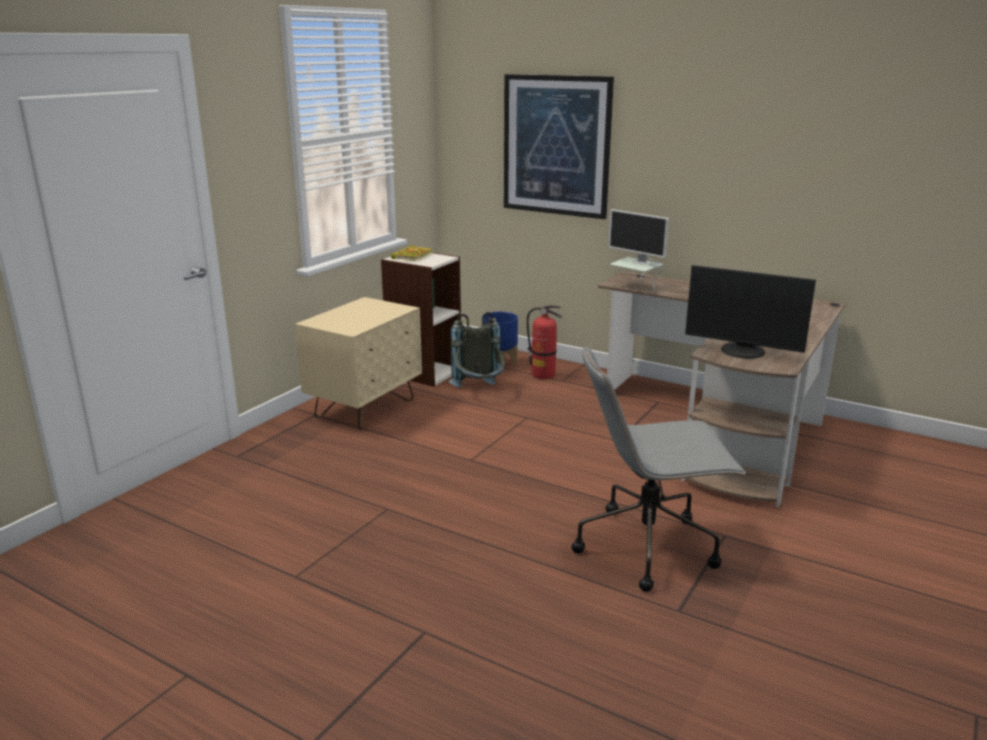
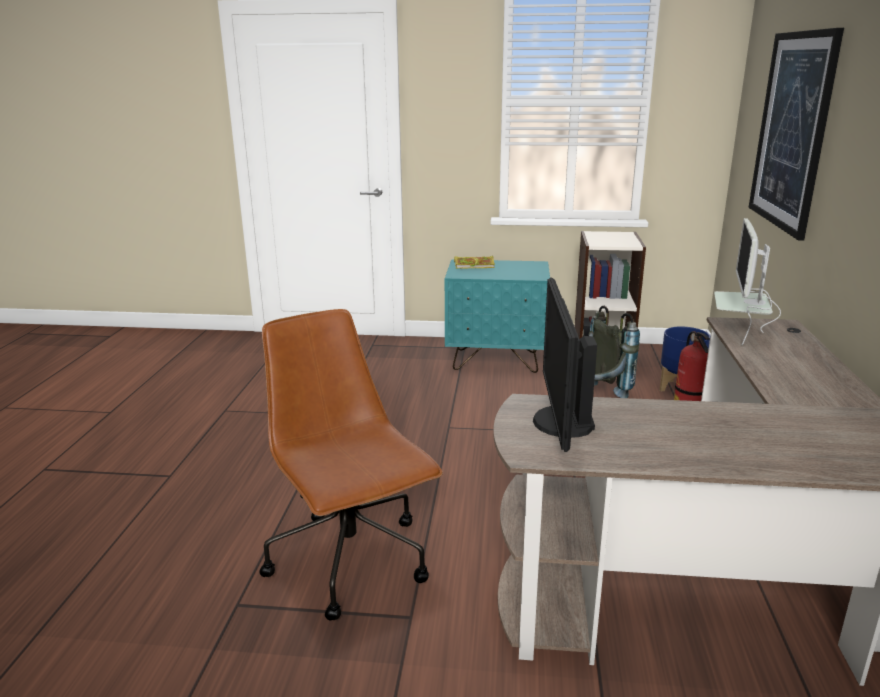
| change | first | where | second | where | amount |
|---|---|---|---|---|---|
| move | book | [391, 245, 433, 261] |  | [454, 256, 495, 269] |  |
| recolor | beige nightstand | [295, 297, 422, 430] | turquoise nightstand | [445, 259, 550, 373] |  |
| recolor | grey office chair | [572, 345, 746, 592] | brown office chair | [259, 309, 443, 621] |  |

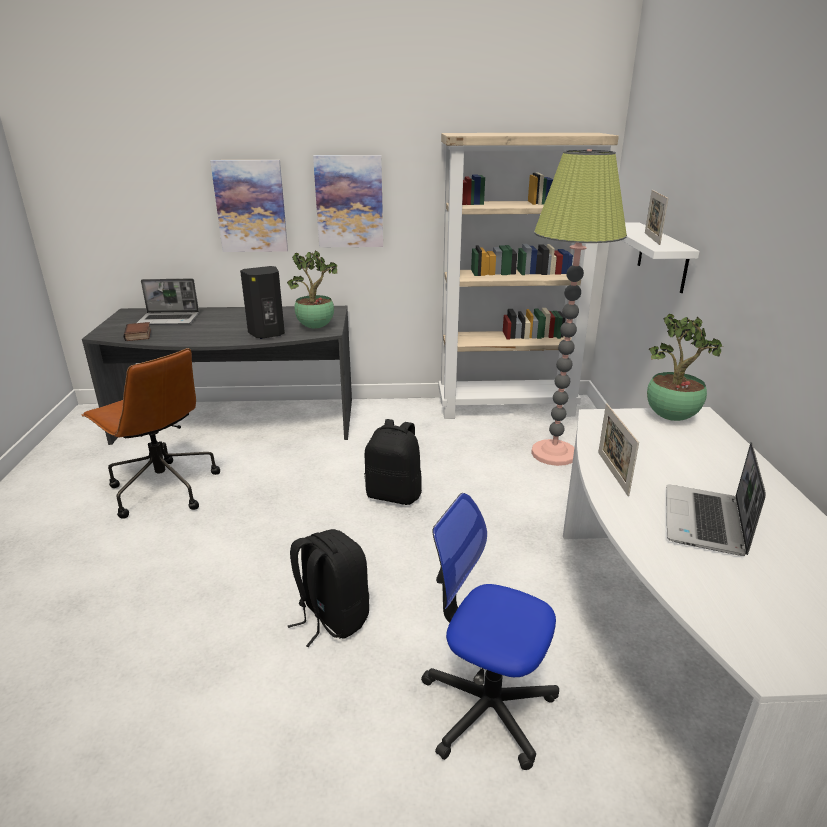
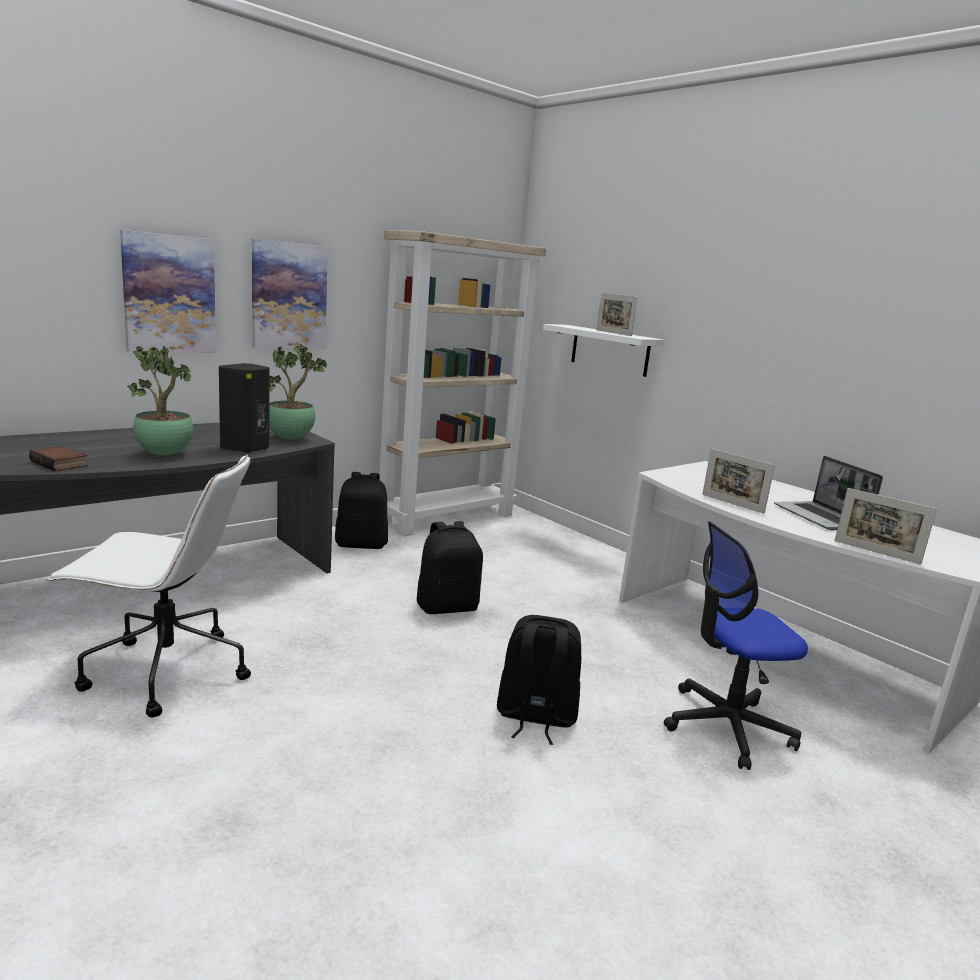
| change | first | where | second | where | amount |
|---|---|---|---|---|---|
| delete | laptop | [137, 278, 199, 325] |  |  |  |
| delete | floor lamp | [531, 149, 627, 466] |  |  |  |
| insert |  |  | black backpack | [335, 472, 388, 549] |  |
| insert |  |  | picture frame | [835, 488, 937, 565] |  |
| move | potted plant | [647, 314, 723, 421] |  | [127, 346, 193, 455] |  |
| recolor | brown office chair | [82, 348, 220, 519] | white office chair | [47, 454, 251, 717] |  |

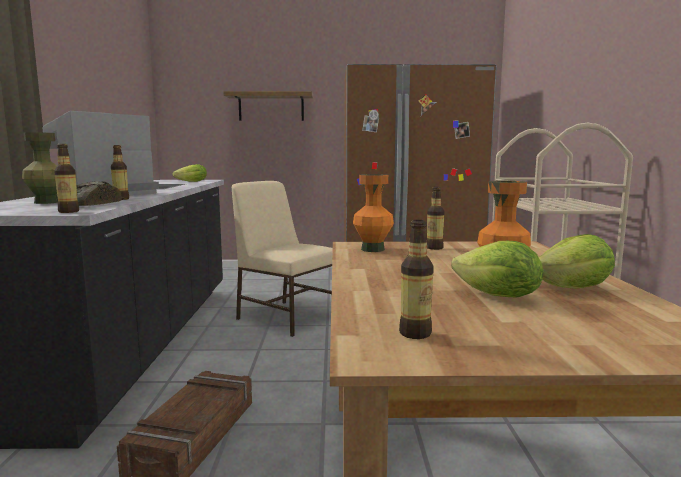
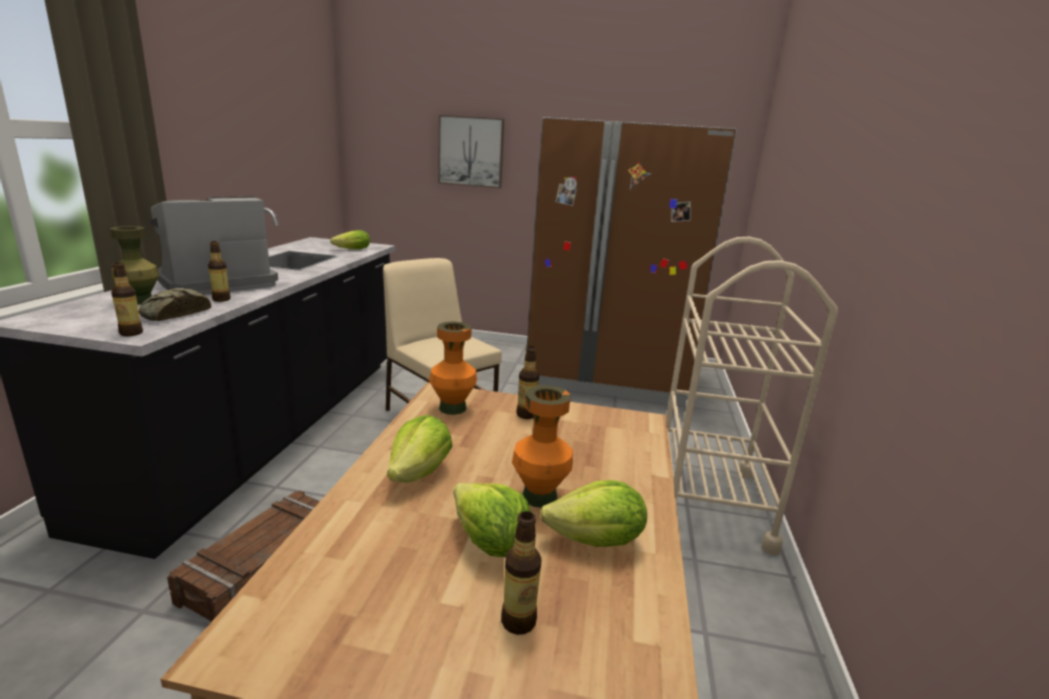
| change | first | where | second | where | amount |
|---|---|---|---|---|---|
| insert |  |  | lettuce | [387, 415, 453, 483] |  |
| move | bottle | [399, 220, 434, 339] |  | [501, 511, 542, 635] |  |
| replace | shelf | [223, 91, 313, 121] | picture | [438, 115, 504, 188] |  |

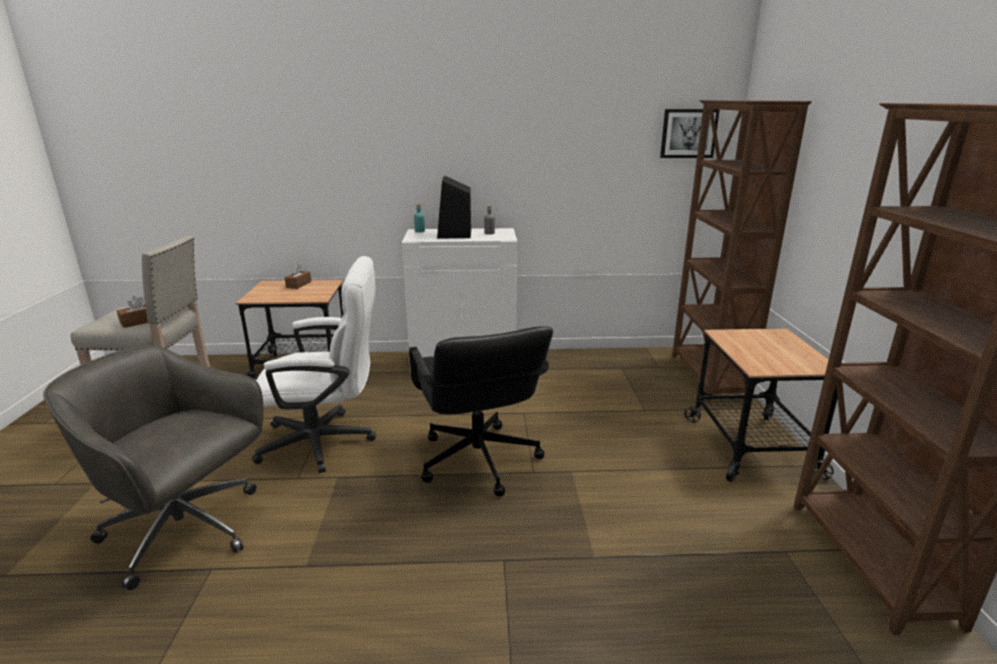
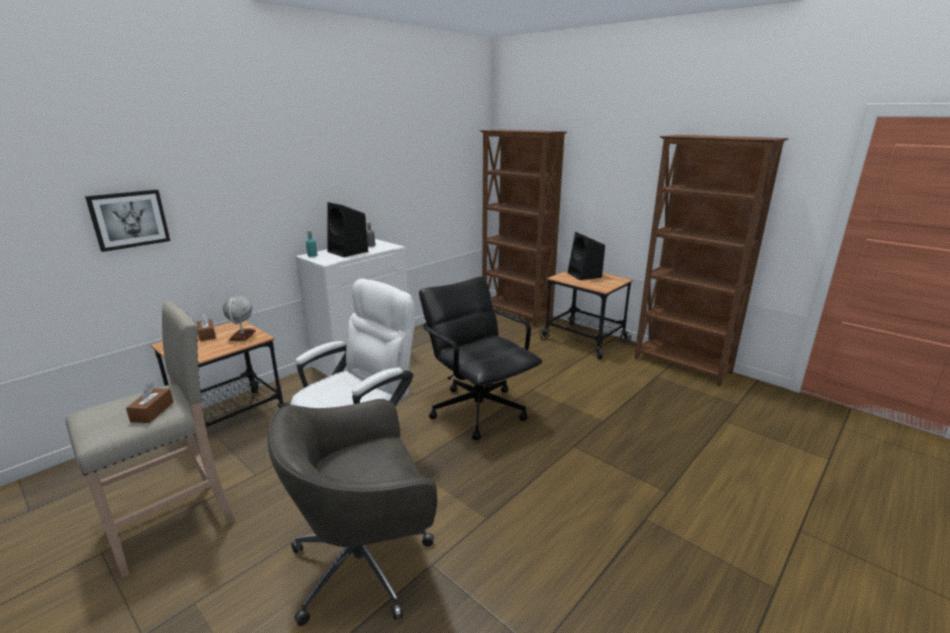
| change | first | where | second | where | amount |
|---|---|---|---|---|---|
| insert |  |  | globe | [223, 296, 256, 341] |  |
| insert |  |  | black speaker | [568, 232, 605, 280] |  |
| move | picture | [660, 109, 720, 158] |  | [85, 190, 170, 252] |  |
| rotate | black office chair | [409, 326, 553, 497] |  | [419, 276, 542, 440] | 150 degrees counterclockwise |

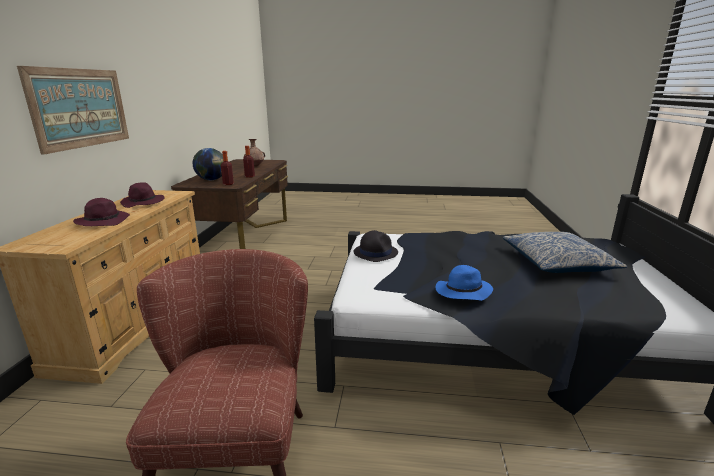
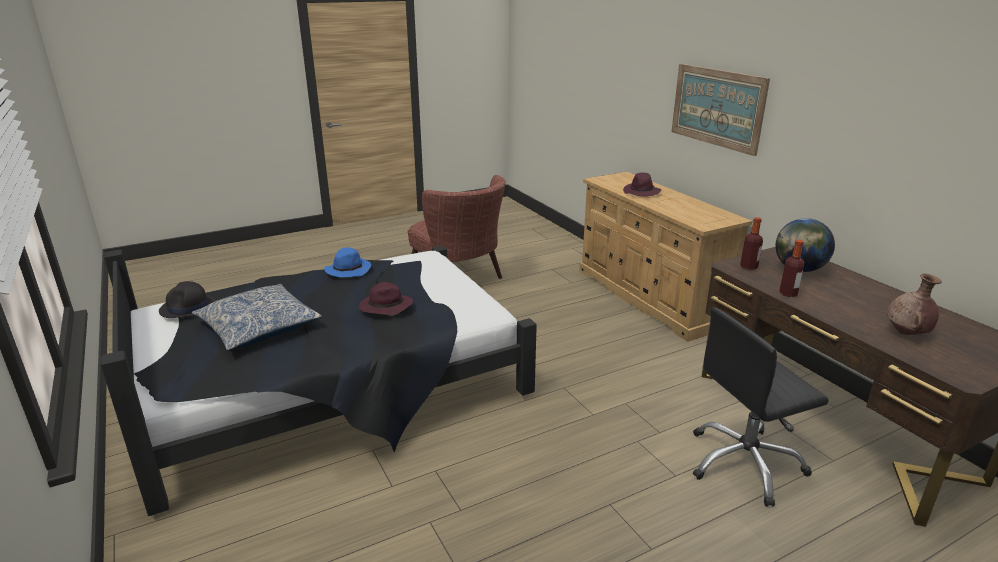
| change | first | where | second | where | amount |
|---|---|---|---|---|---|
| insert |  |  | black office chair | [693, 307, 829, 507] |  |
| move | purple hat | [120, 182, 165, 208] |  | [359, 282, 413, 316] |  |
| move | black hat | [354, 230, 398, 262] |  | [159, 281, 216, 318] |  |

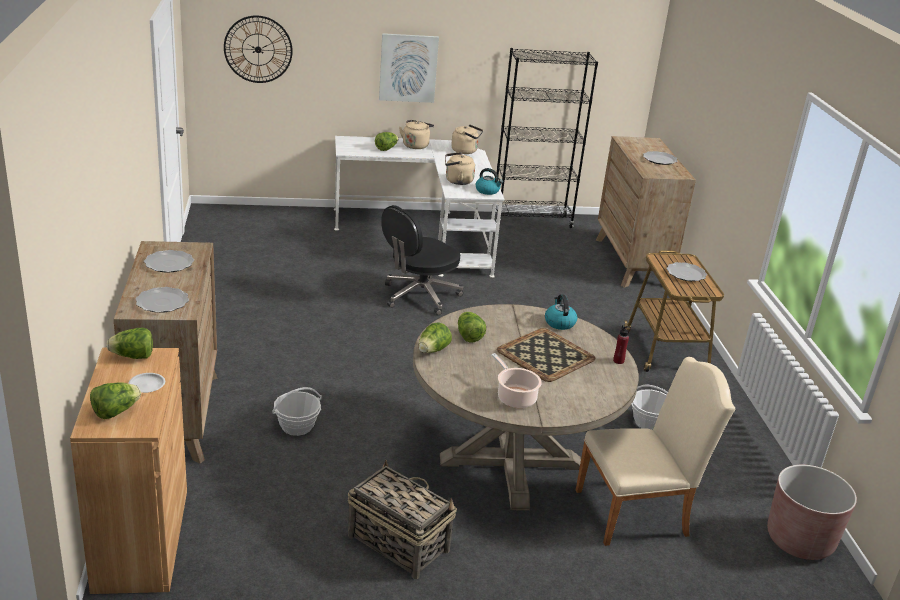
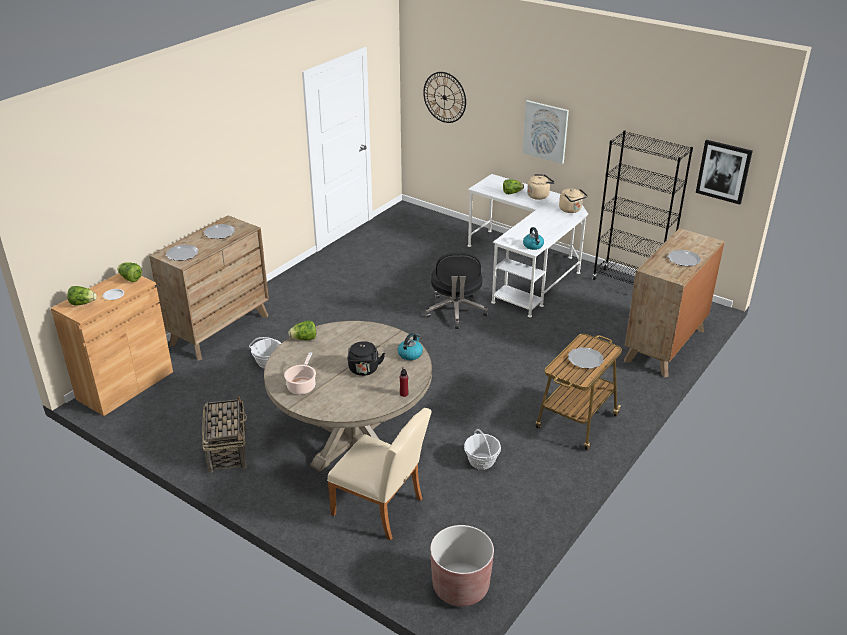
| change | first | where | second | where | amount |
|---|---|---|---|---|---|
| delete | beige kettle | [445, 152, 475, 185] |  |  |  |
| delete | lettuce | [458, 312, 486, 342] |  |  |  |
| insert |  |  | picture | [696, 140, 753, 205] |  |
| replace | tray | [497, 328, 595, 382] | black kettle | [347, 341, 385, 376] |  |
| rotate | black office chair | [381, 205, 463, 315] |  | [425, 253, 488, 329] | 90 degrees counterclockwise |

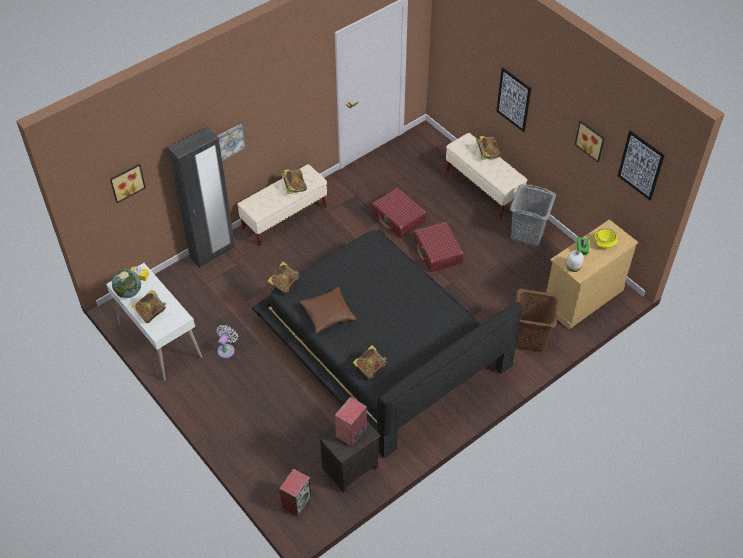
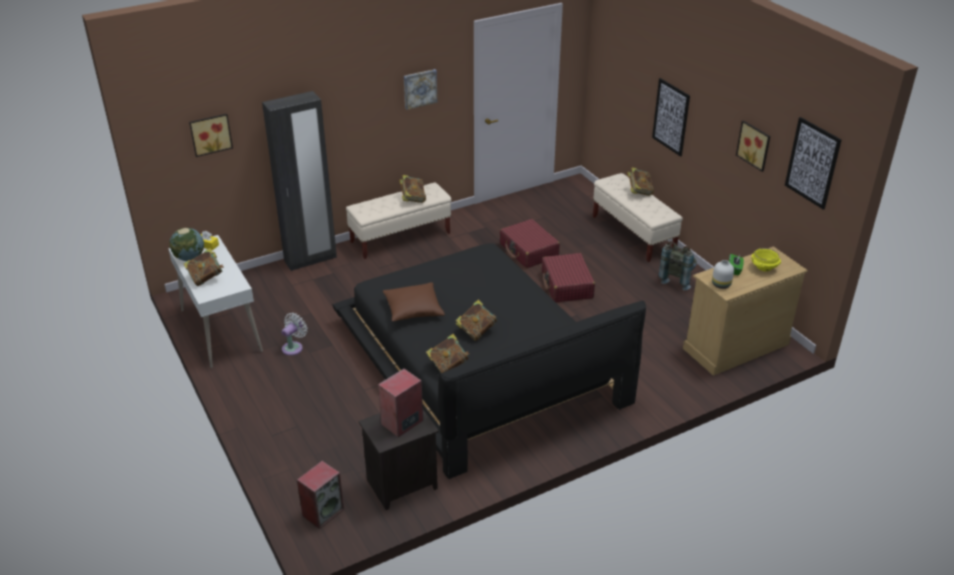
| change | first | where | second | where | amount |
|---|---|---|---|---|---|
| delete | brown laundry basket | [516, 289, 559, 352] |  |  |  |
| move | picture | [217, 124, 246, 161] |  | [404, 69, 437, 110] |  |
| move | book | [268, 262, 300, 294] |  | [455, 300, 497, 341] |  |
| replace | grey laundry basket | [510, 185, 556, 246] | grey backpack | [659, 241, 697, 290] |  |

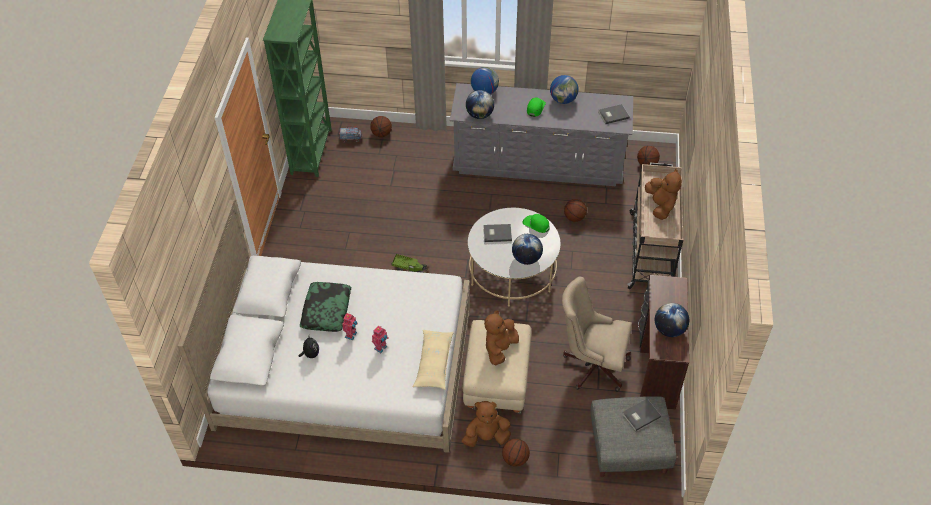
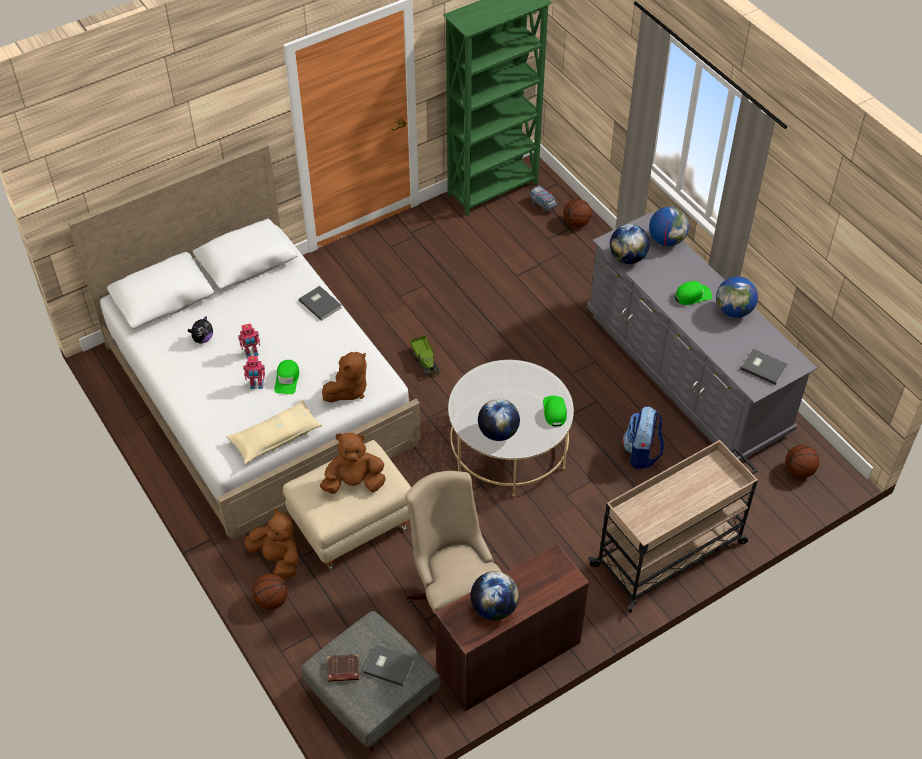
| change | first | where | second | where | amount |
|---|---|---|---|---|---|
| delete | pillow | [300, 282, 351, 332] |  |  |  |
| insert |  |  | green cap | [274, 360, 299, 394] |  |
| insert |  |  | brown book | [327, 654, 359, 682] |  |
| move | grey book | [484, 224, 512, 242] |  | [299, 286, 342, 321] |  |
| move | brown plush toy | [645, 169, 682, 220] |  | [322, 352, 367, 402] |  |
| replace | basketball | [564, 199, 587, 222] | backpack | [623, 406, 664, 469] |  |

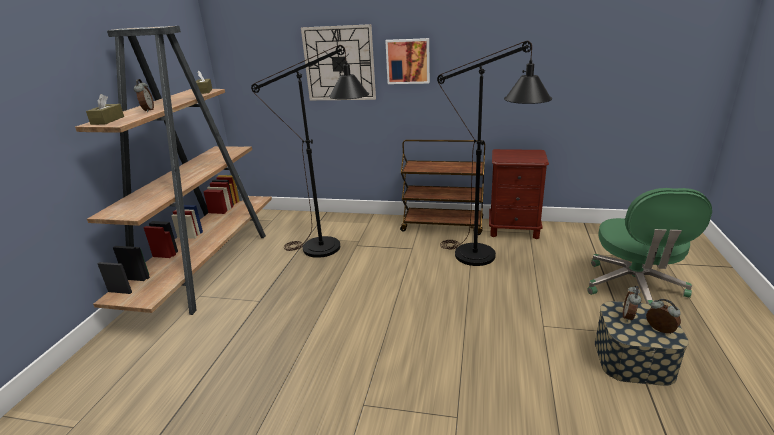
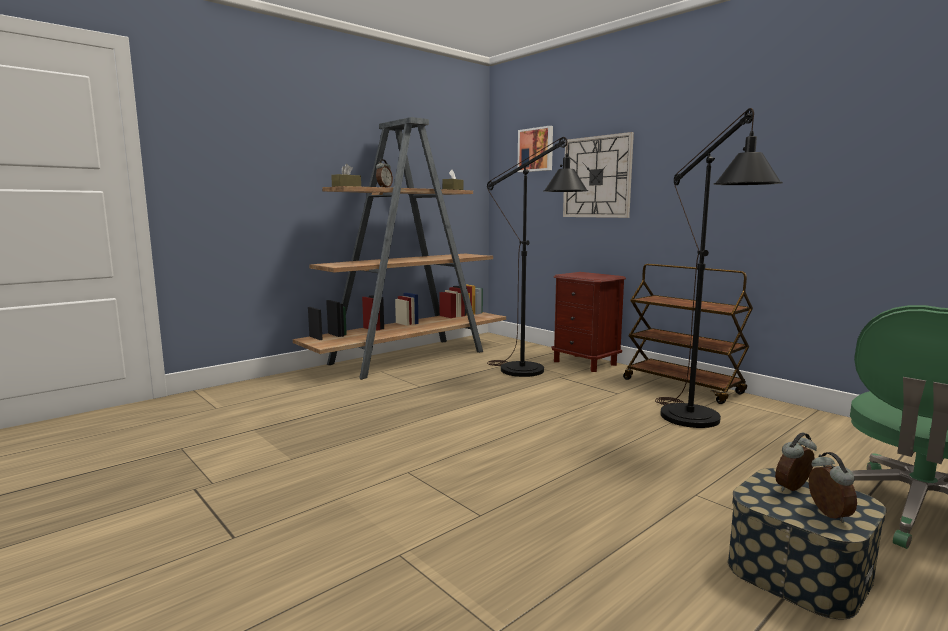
| change | first | where | second | where | amount |
|---|---|---|---|---|---|
| move | picture | [385, 38, 430, 84] |  | [518, 126, 553, 172] |  |
| move | brown nightstand | [489, 149, 549, 239] |  | [552, 272, 626, 372] |  |

